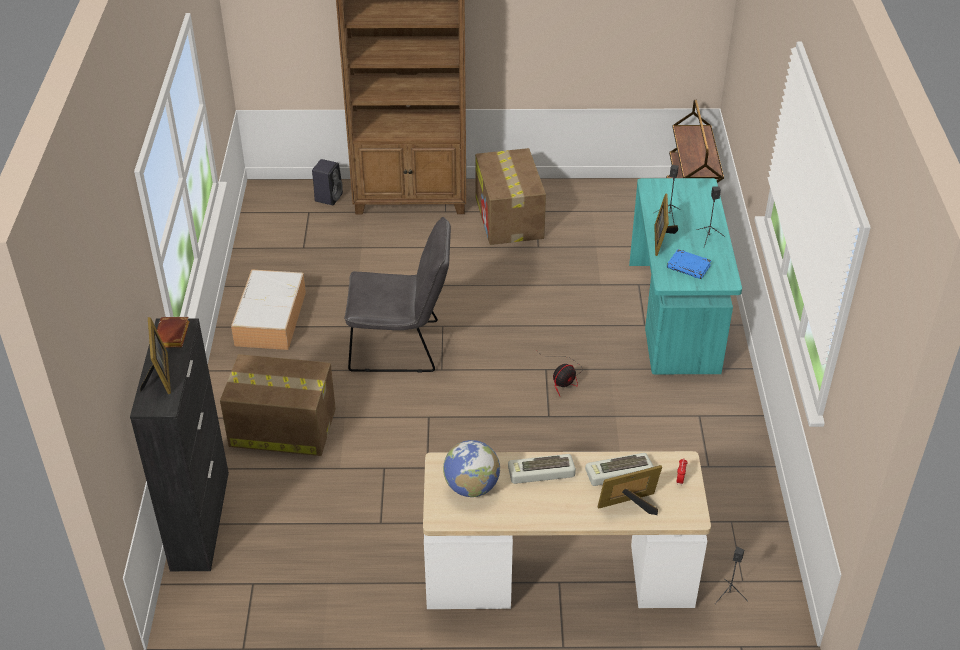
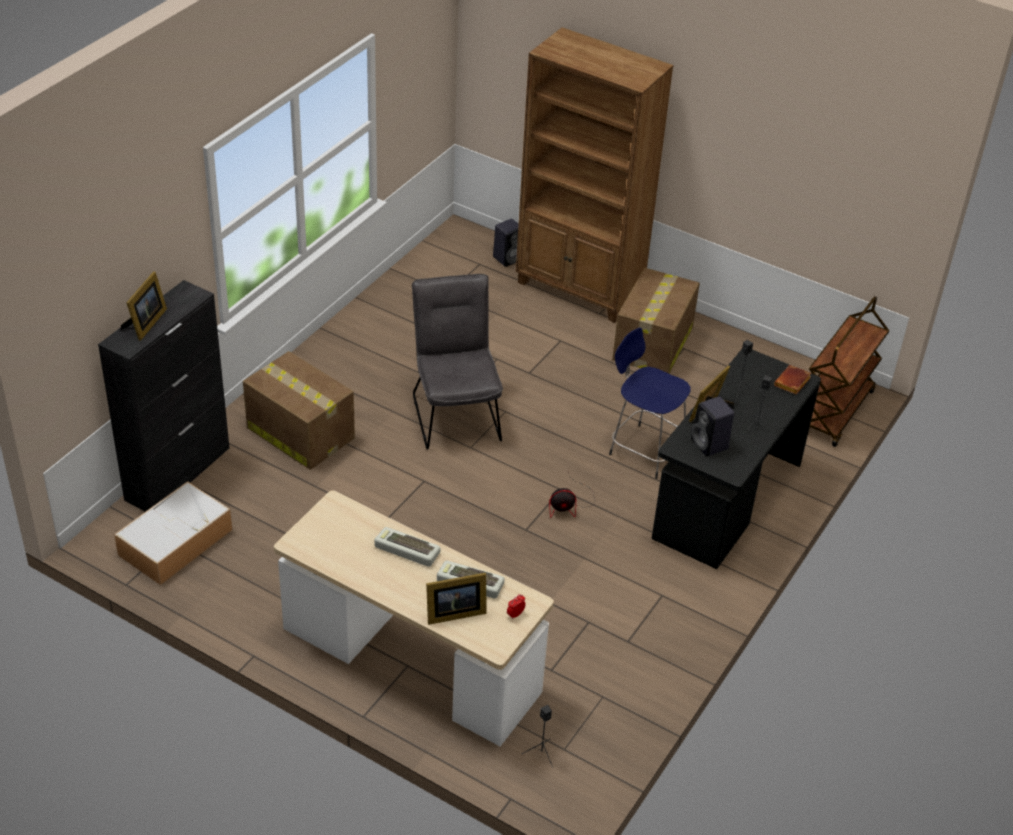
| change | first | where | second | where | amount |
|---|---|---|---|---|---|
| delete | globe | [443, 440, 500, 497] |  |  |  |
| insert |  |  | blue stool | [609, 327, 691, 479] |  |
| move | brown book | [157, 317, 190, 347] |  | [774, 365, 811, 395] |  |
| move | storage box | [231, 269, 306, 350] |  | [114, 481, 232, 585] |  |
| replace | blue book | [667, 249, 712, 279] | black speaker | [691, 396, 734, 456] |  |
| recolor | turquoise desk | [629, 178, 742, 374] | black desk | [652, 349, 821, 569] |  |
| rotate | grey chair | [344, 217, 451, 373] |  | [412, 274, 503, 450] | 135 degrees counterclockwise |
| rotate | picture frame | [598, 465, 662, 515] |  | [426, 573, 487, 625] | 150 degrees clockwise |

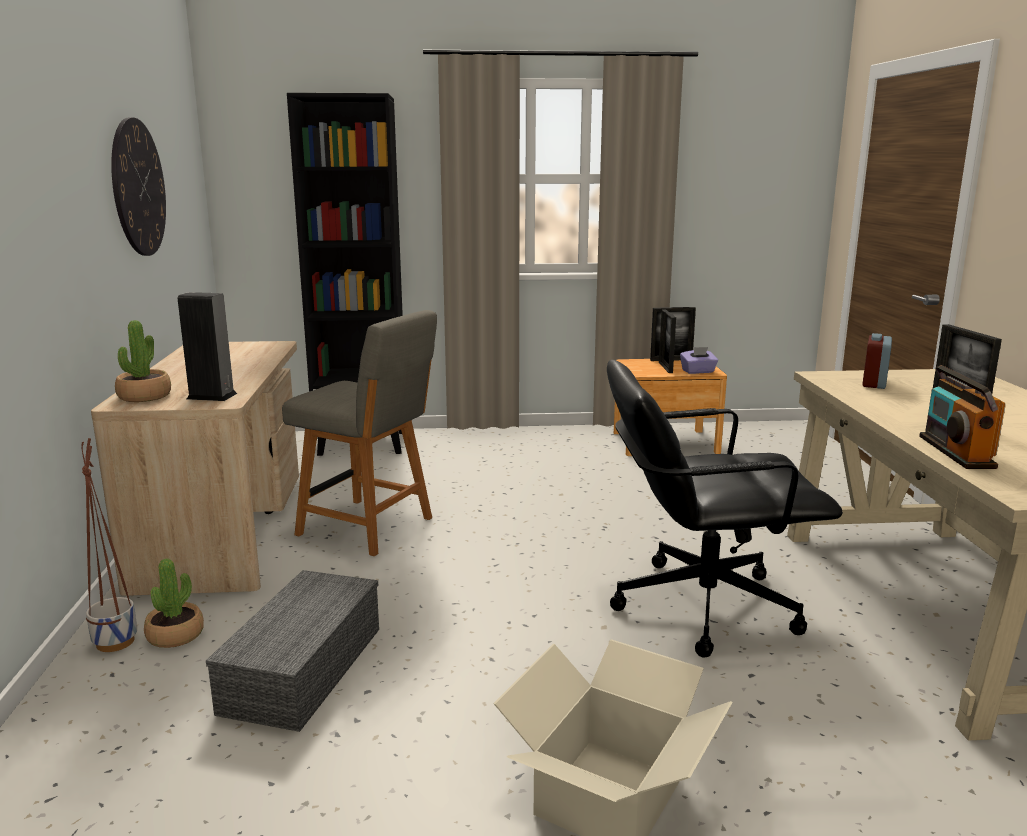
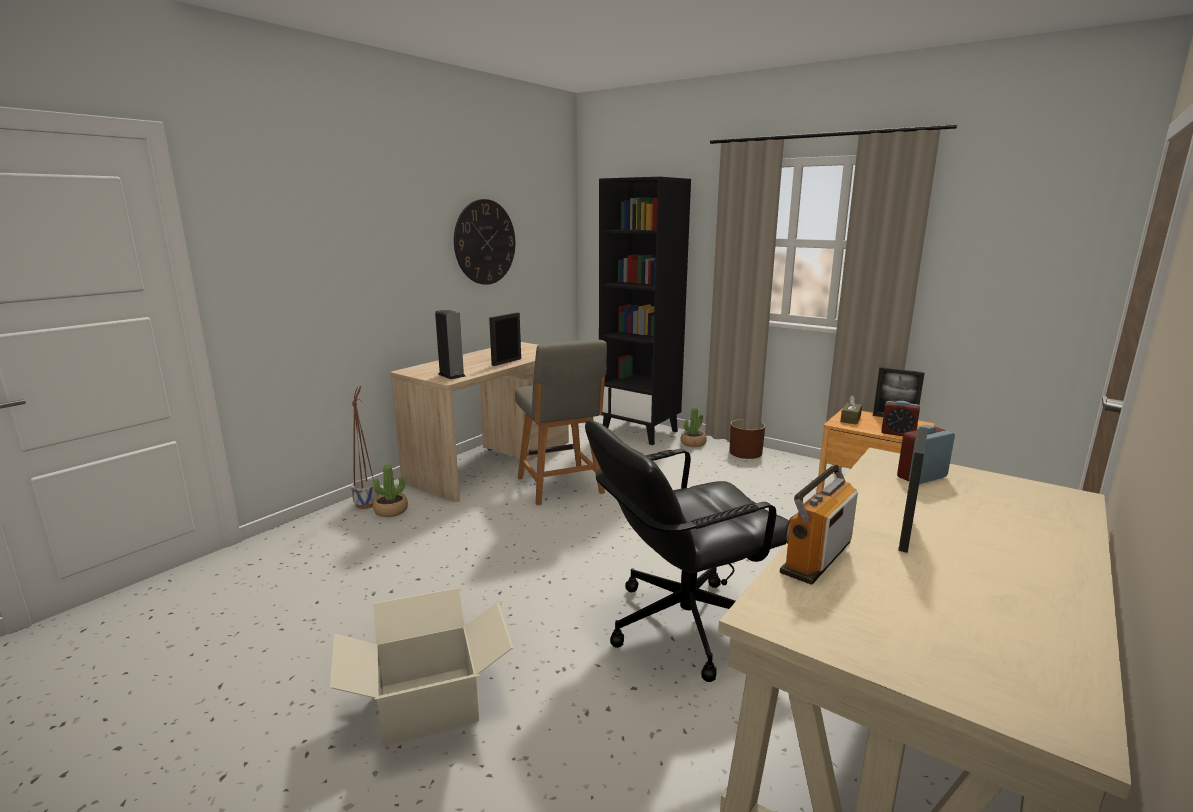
| change | first | where | second | where | amount |
|---|---|---|---|---|---|
| delete | grey storage box | [206, 570, 379, 732] |  |  |  |
| insert |  |  | brown planter | [729, 419, 765, 459] |  |
| insert |  |  | brown tissue box | [840, 395, 862, 425] |  |
| move | potted plant | [115, 320, 171, 402] |  | [681, 407, 707, 447] |  |
| move | picture frame | [659, 310, 676, 373] |  | [489, 312, 521, 366] |  |
| replace | purple tissue box | [680, 347, 718, 374] | alarm clock | [881, 401, 920, 436] |  |
| rotate | black office chair | [607, 359, 843, 658] |  | [585, 420, 789, 682] | 60 degrees counterclockwise |

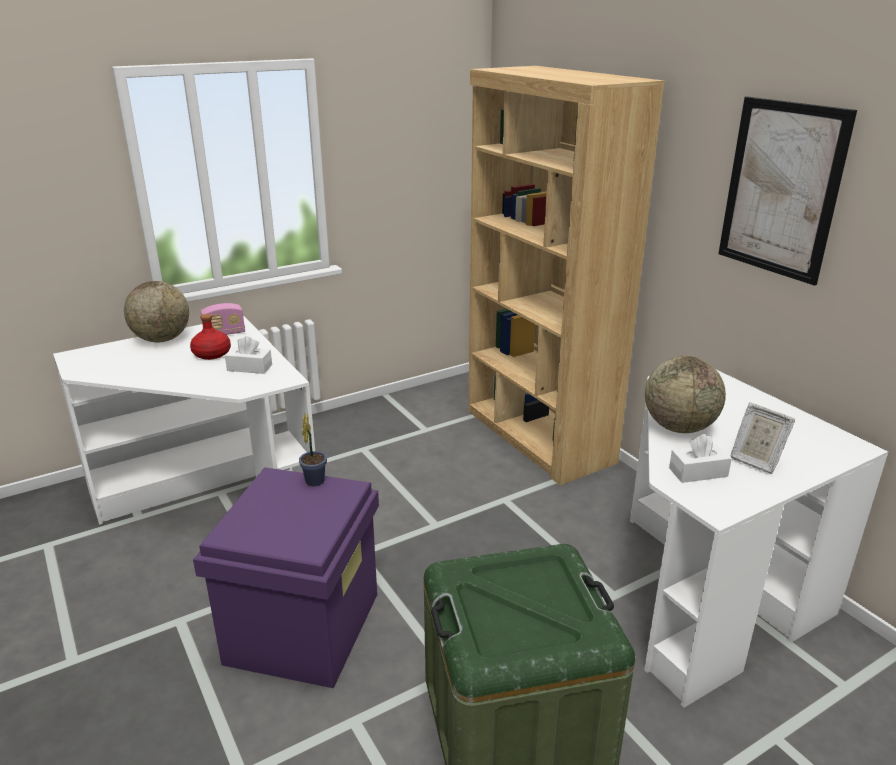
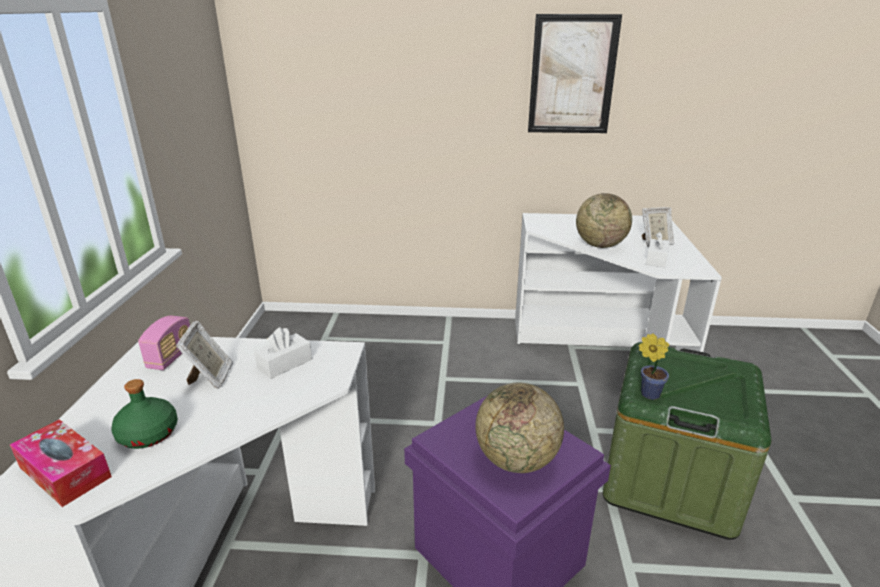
| change | first | where | second | where | amount |
|---|---|---|---|---|---|
| delete | brown bookcase | [468, 66, 665, 485] |  |  |  |
| insert |  |  | tissue box | [10, 419, 112, 507] |  |
| insert |  |  | green bottle | [111, 379, 178, 449] |  |
| move | globe | [124, 281, 189, 342] |  | [475, 383, 564, 473] |  |
| move | potted plant | [299, 413, 327, 486] |  | [639, 334, 669, 400] |  |
| replace | red bottle | [190, 314, 231, 360] | picture frame | [176, 321, 233, 389] |  |

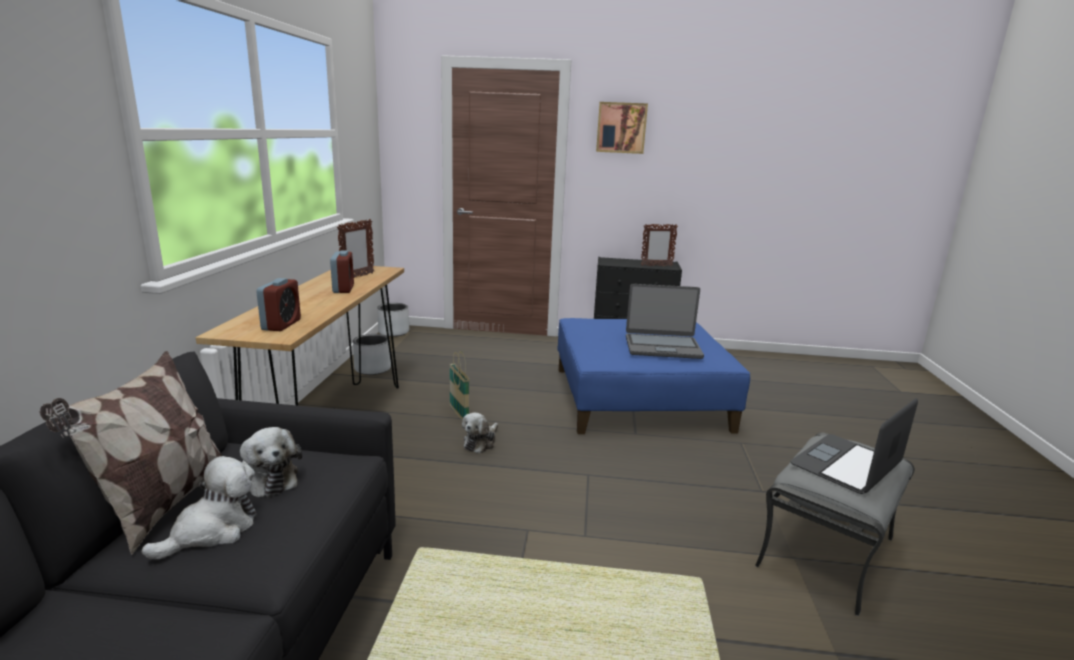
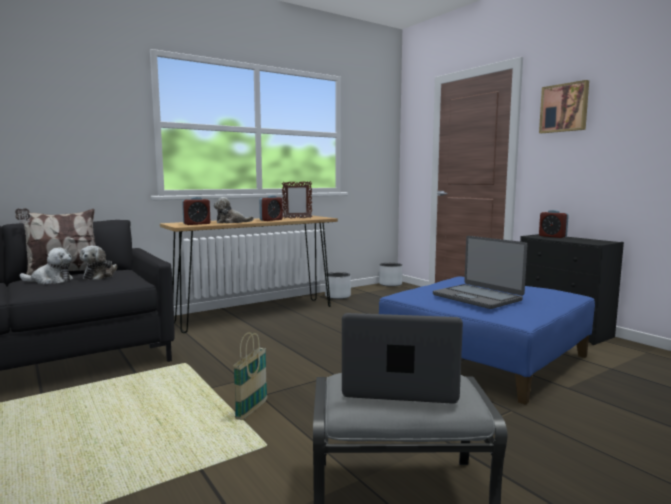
| change | first | where | second | where | amount |
|---|---|---|---|---|---|
| delete | picture frame | [641, 224, 678, 266] |  |  |  |
| insert |  |  | alarm clock | [539, 210, 569, 238] |  |
| move | basket | [450, 351, 470, 420] |  | [233, 332, 268, 420] |  |
| move | plush toy | [462, 413, 498, 454] |  | [213, 197, 254, 223] |  |

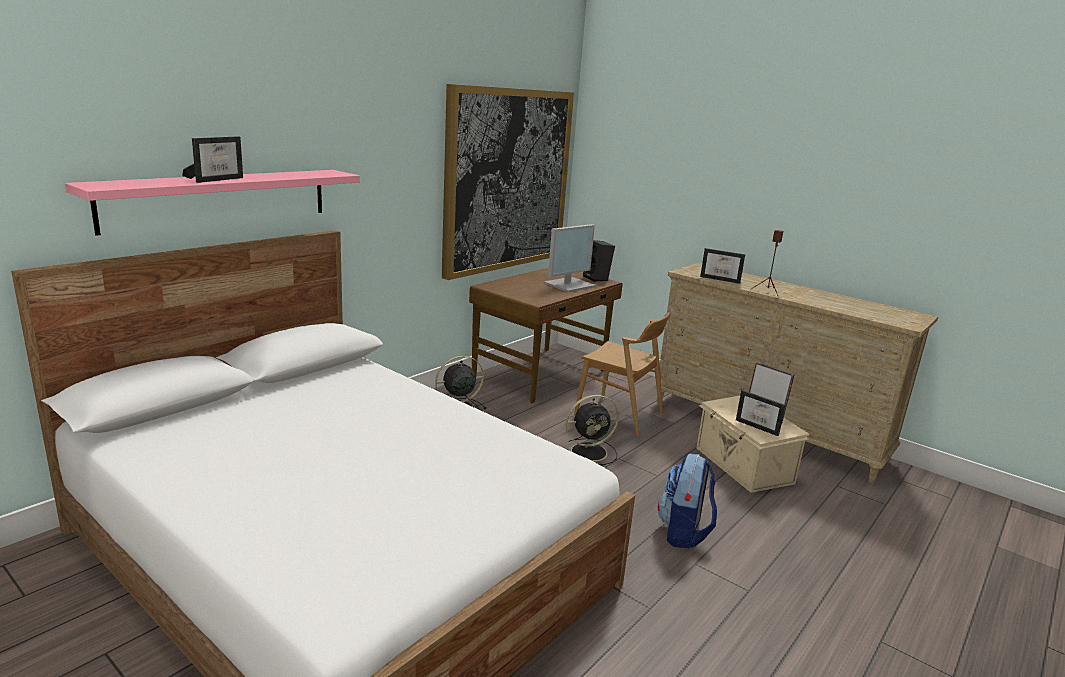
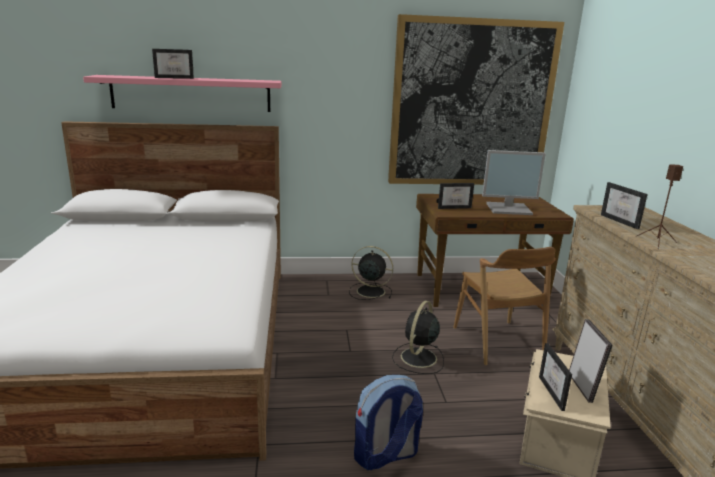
| change | first | where | second | where | amount |
|---|---|---|---|---|---|
| delete | black speaker | [583, 240, 615, 282] |  |  |  |
| insert |  |  | picture frame | [437, 183, 474, 209] |  |
| rotate | black fan | [566, 395, 619, 465] |  | [392, 301, 444, 374] | 90 degrees clockwise |

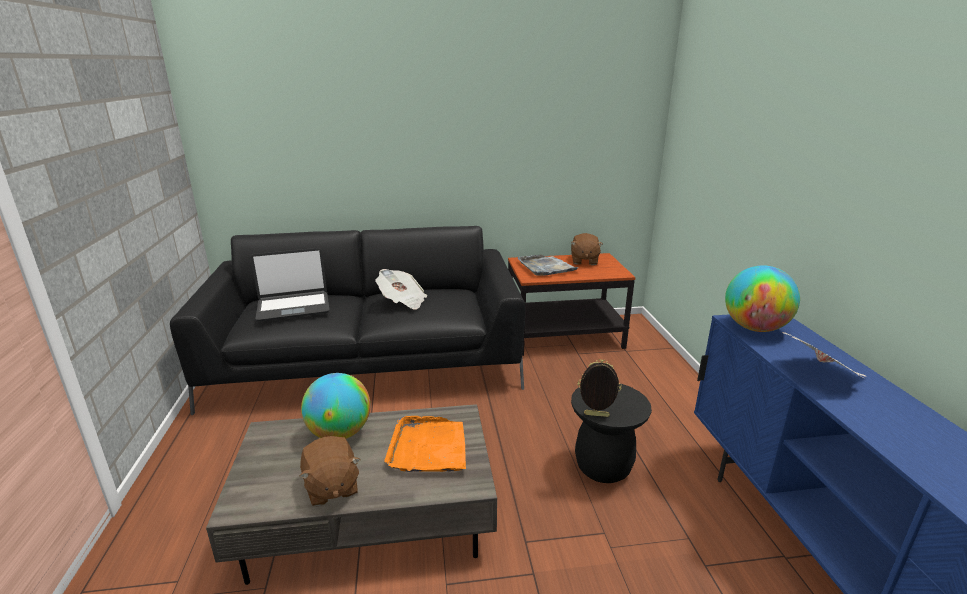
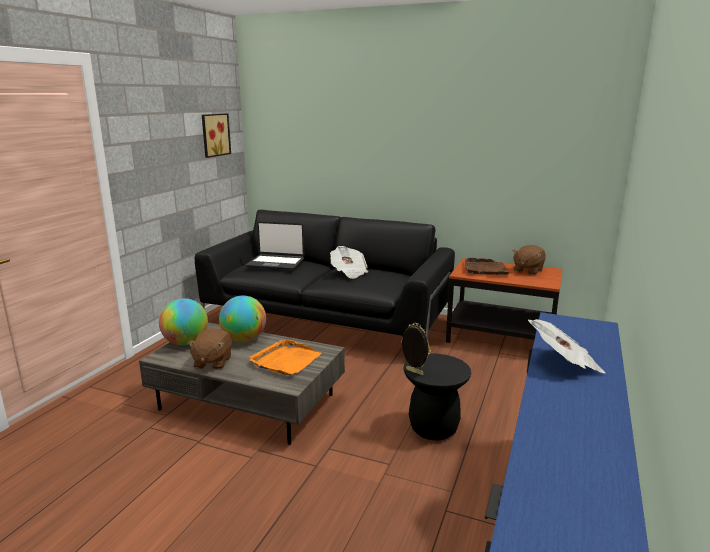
| change | first | where | second | where | amount |
|---|---|---|---|---|---|
| insert |  |  | picture | [202, 113, 231, 158] |  |
| move | globe | [725, 265, 800, 332] |  | [159, 298, 208, 345] |  |
| recolor | grey tray | [518, 255, 580, 276] | brown tray | [465, 258, 511, 275] |  |

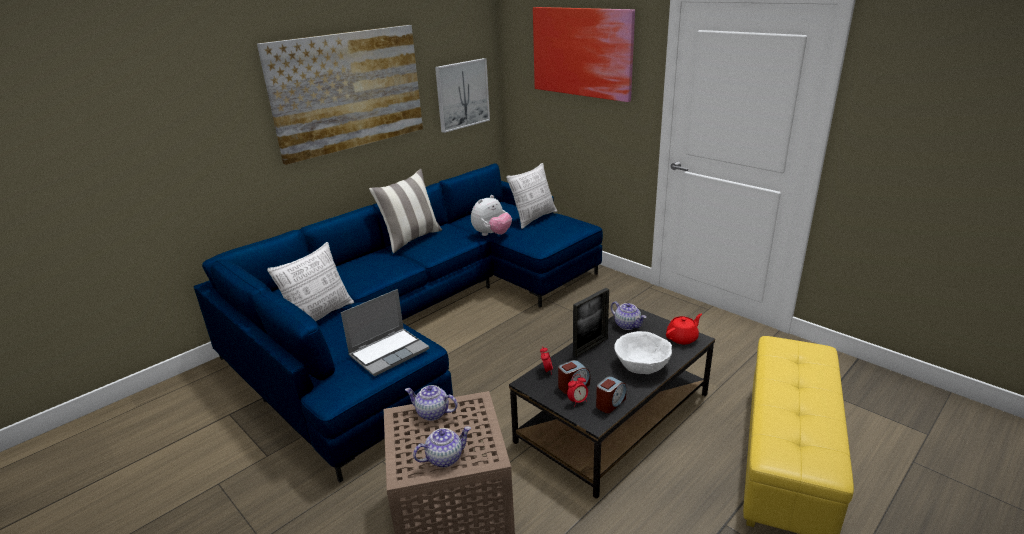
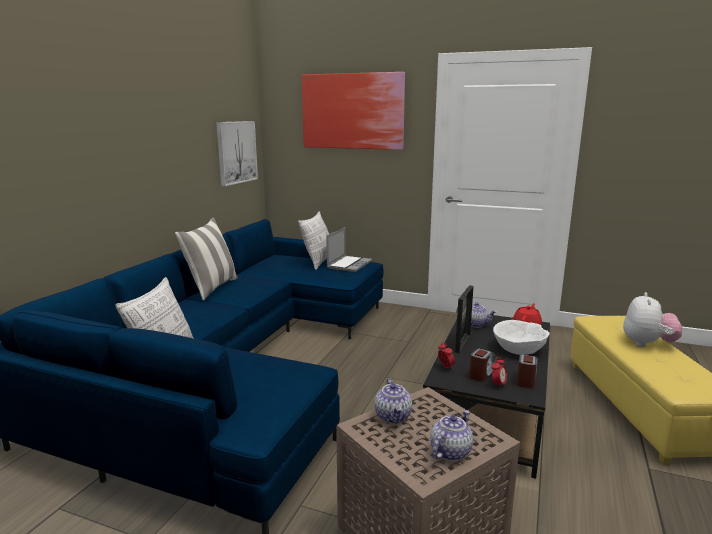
| change | first | where | second | where | amount |
|---|---|---|---|---|---|
| delete | picture | [257, 25, 423, 165] |  |  |  |
| move | laptop | [341, 289, 429, 376] |  | [326, 227, 372, 272] |  |
| move | plush toy | [471, 195, 512, 236] |  | [623, 292, 682, 347] |  |
| rotate | teapot | [405, 385, 458, 421] |  | [375, 378, 412, 424] | 90 degrees counterclockwise |

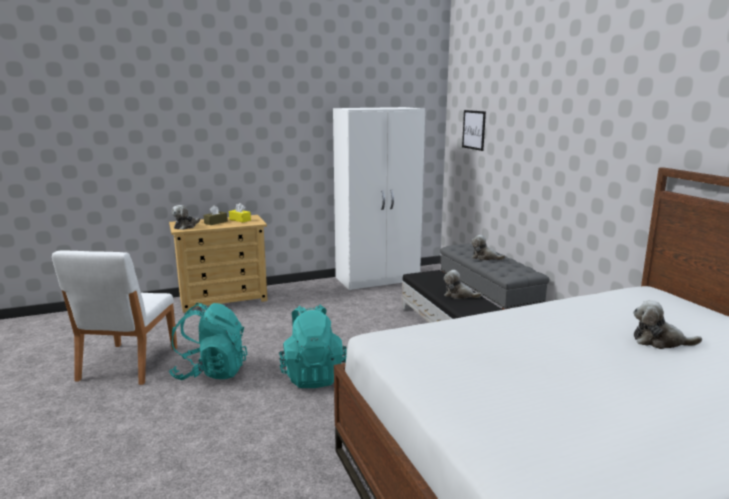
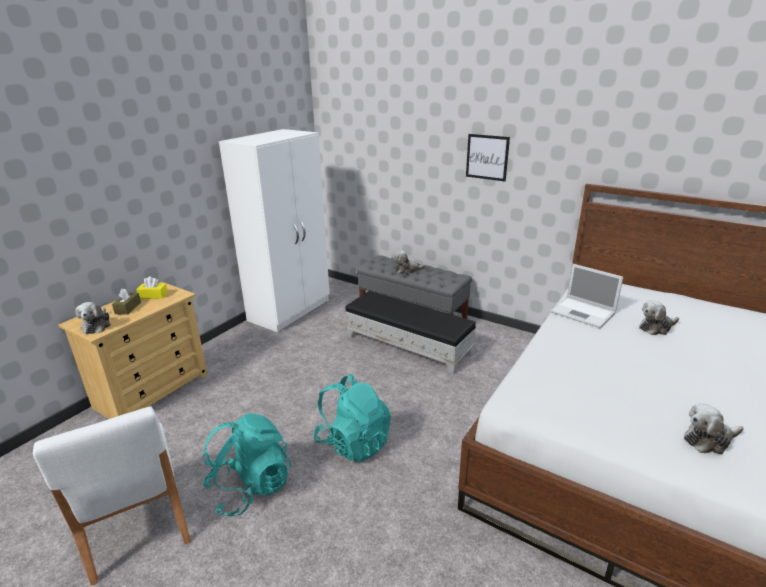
| change | first | where | second | where | amount |
|---|---|---|---|---|---|
| insert |  |  | laptop | [550, 264, 624, 328] |  |
| move | plush toy | [444, 270, 482, 299] |  | [684, 403, 743, 454] |  |
| move | picture | [462, 110, 486, 151] |  | [466, 134, 510, 181] |  |

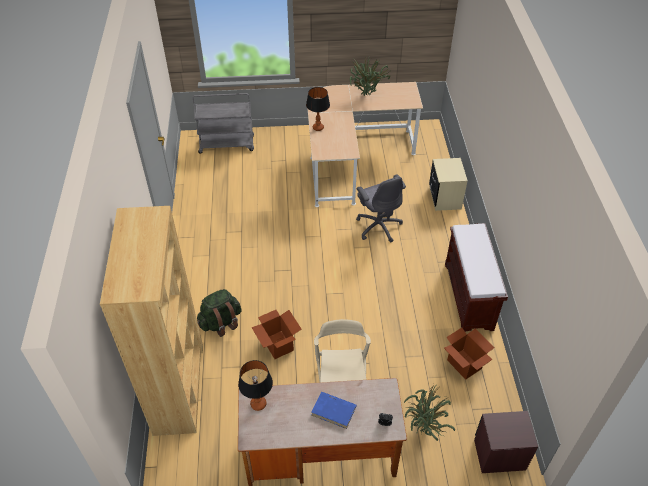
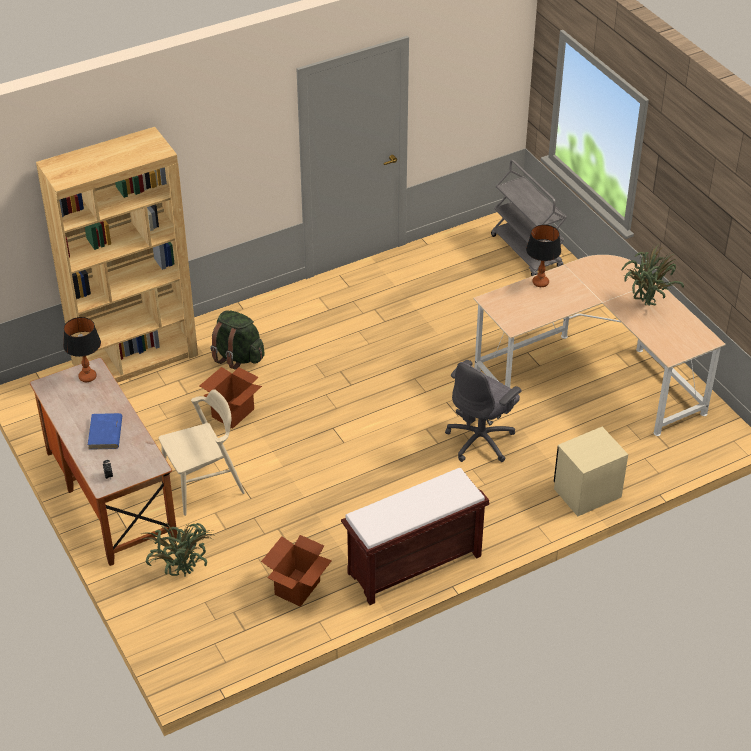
| change | first | where | second | where | amount |
|---|---|---|---|---|---|
| delete | brown nightstand | [474, 411, 538, 473] |  |  |  |

